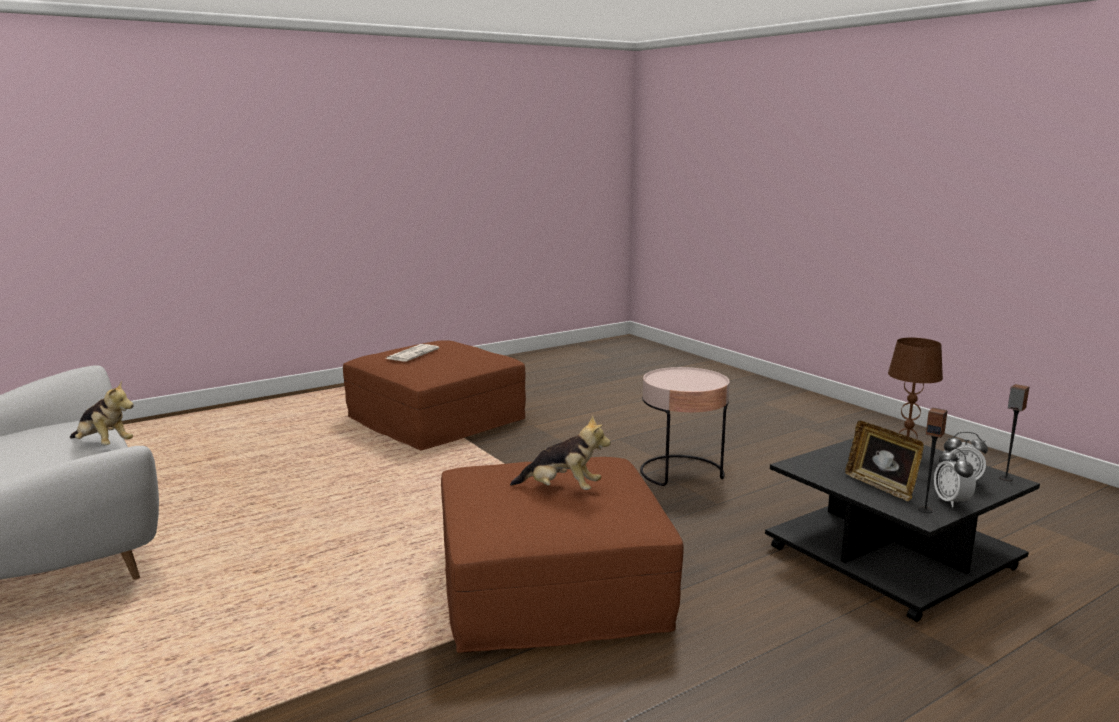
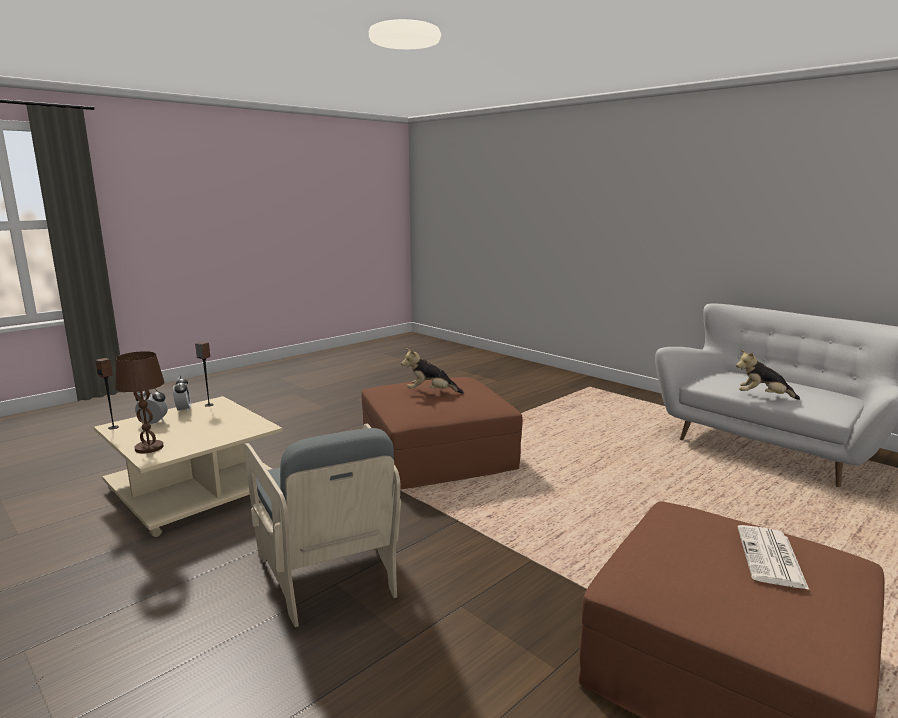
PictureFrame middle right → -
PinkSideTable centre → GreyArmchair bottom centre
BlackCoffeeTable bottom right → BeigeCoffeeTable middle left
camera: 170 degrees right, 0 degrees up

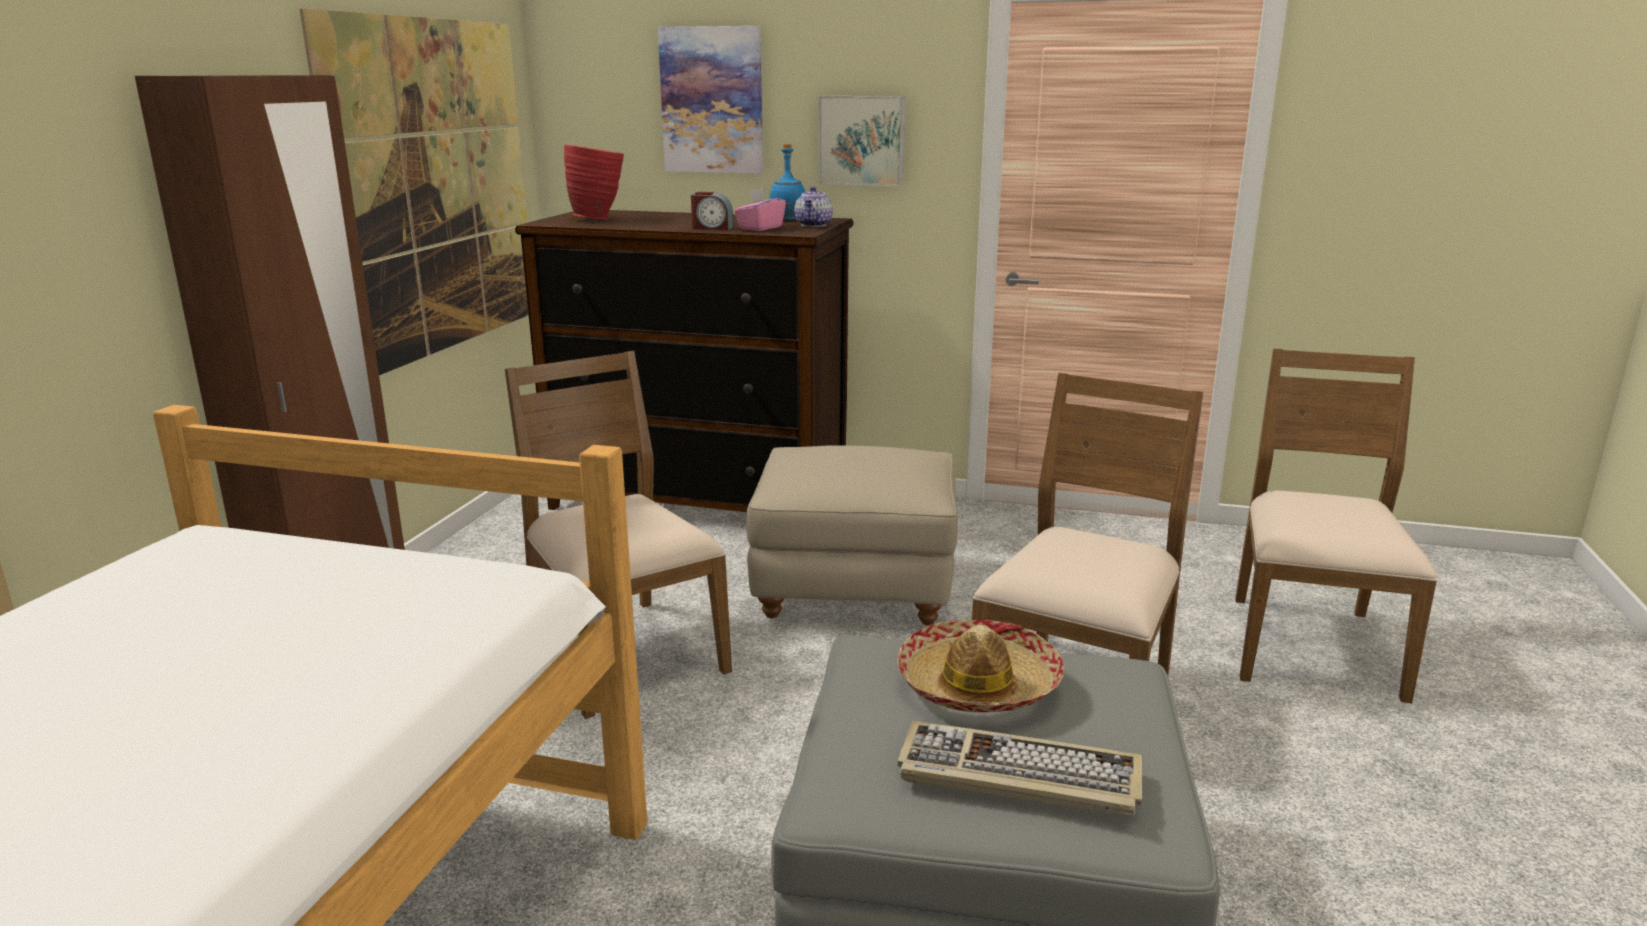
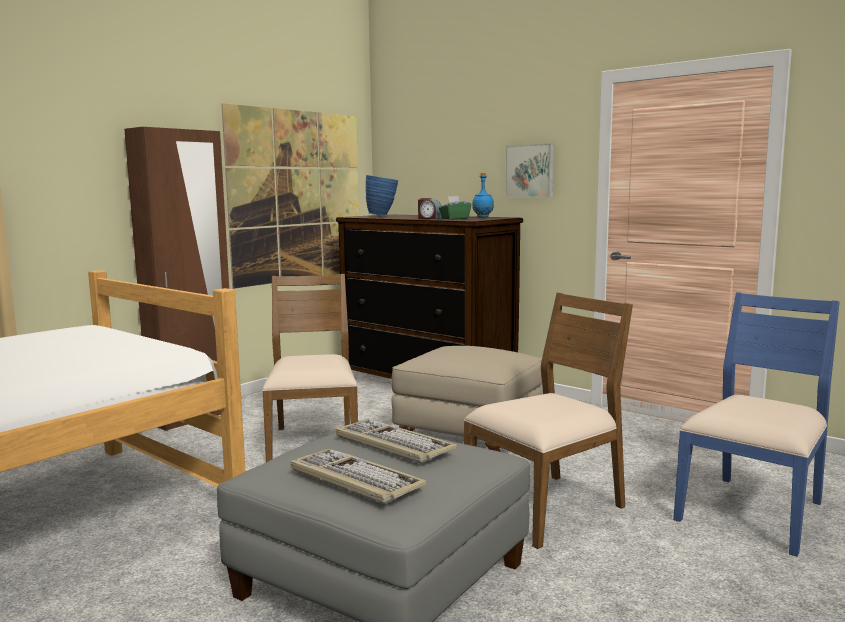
Picture (no. 2 from left) top centre → -
Teapot top centre → -
Hat bottom centre → Keyboard (no. 2 from left) bottom centre
RedVase top centre → BlueVase top centre
PinkTissueBox top centre → GreenTissueBox top centre
BrownChair (no. 3 from left) middle right → BlueChair bottom right
camera: 25 degrees right, 10 degrees down

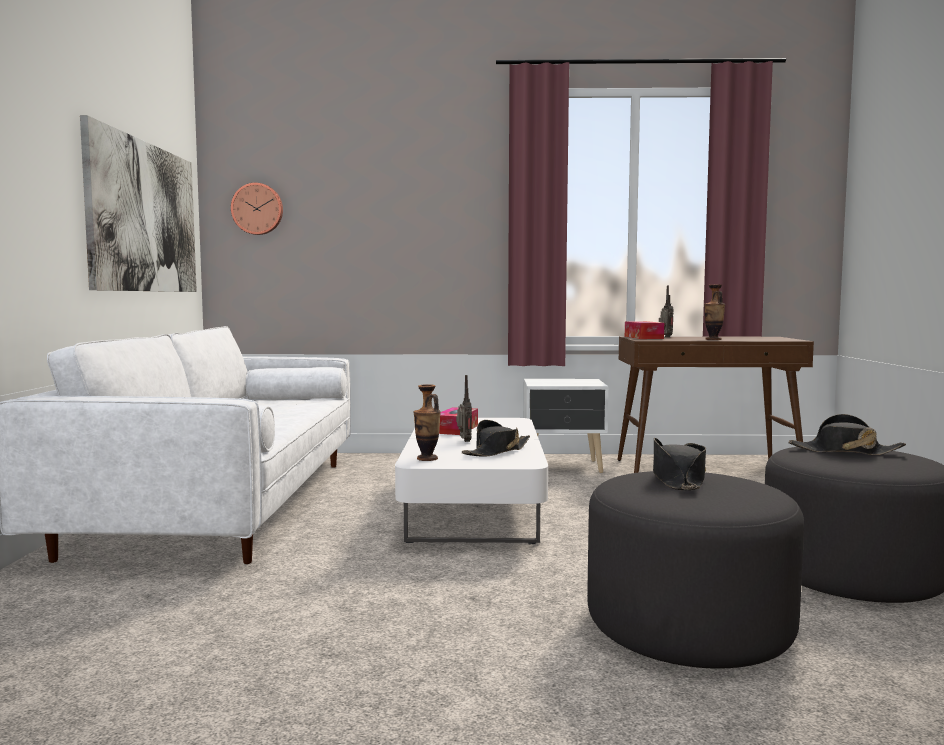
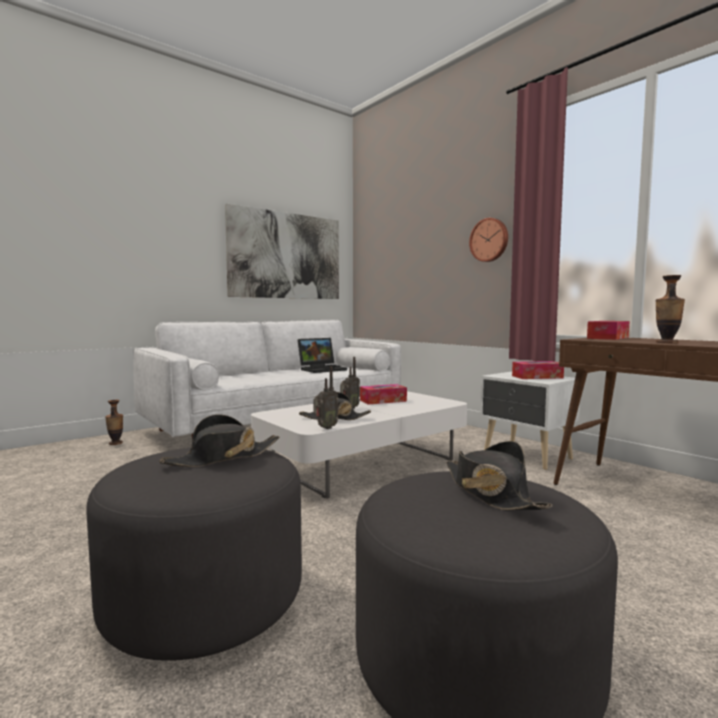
- → Laptop centre
- → TissueBox (no. 2 from left) middle right
WallClock top left → WallClock middle right, shifted
Vase (no. 1 from left) centre → Vase (no. 1 from left) middle left, shifted
Radio (no. 2 from left in the first image) middle right → Radio (no. 1 from left) centre, shifted
camera: 50 degrees right, 0 degrees up

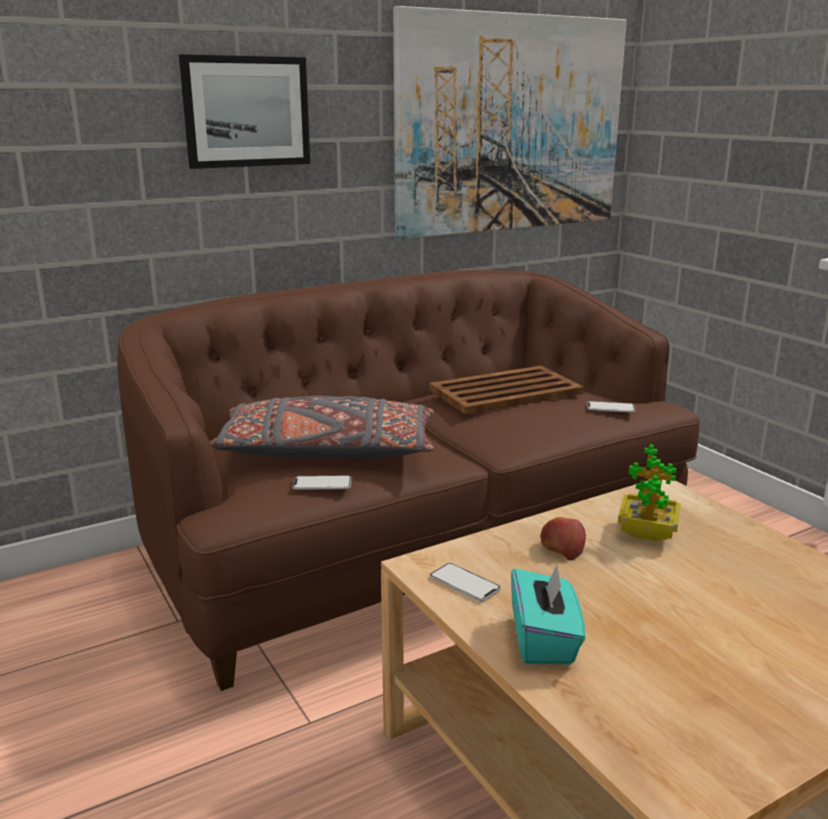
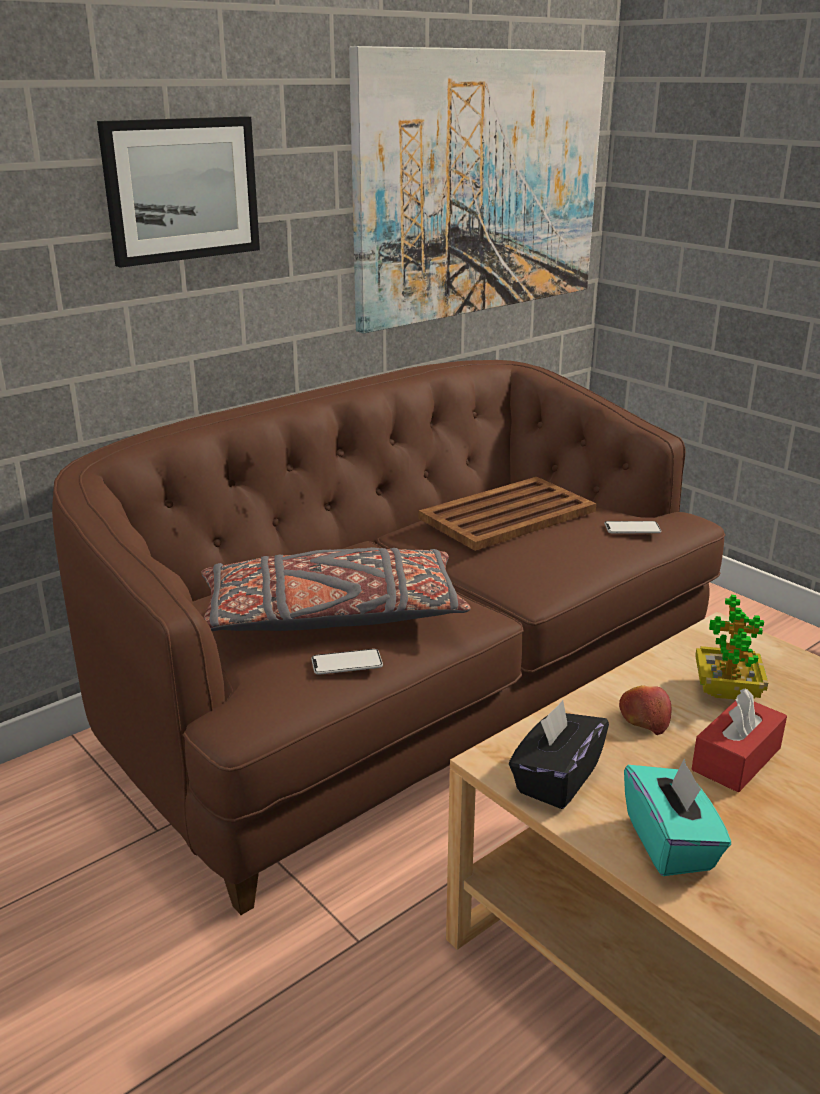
- → RedTissueBox bottom right
Phone (no. 2 from left) bottom centre → BlackTissueBox bottom right
camera: 10 degrees left, 5 degrees up

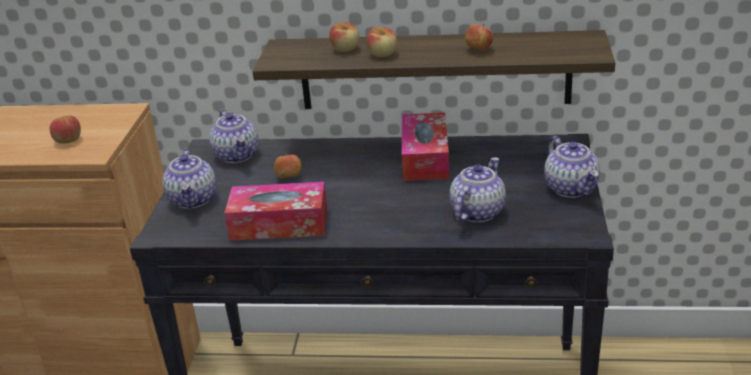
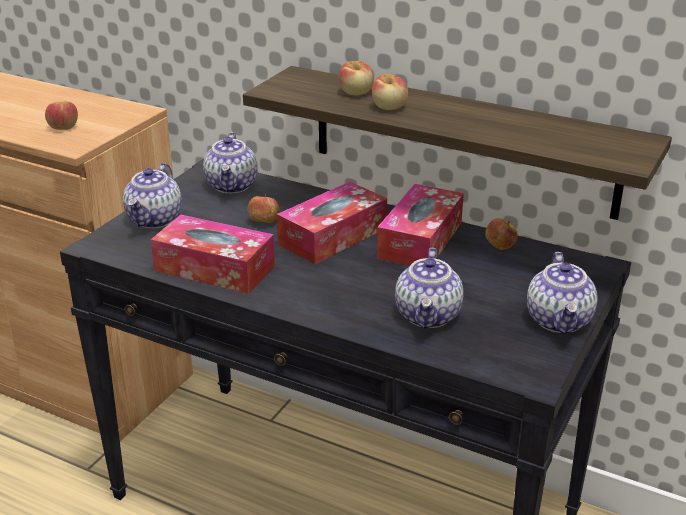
- → TissueBox (no. 2 from left) centre
Apple (no. 5 from left) top centre → Apple (no. 5 from left) middle right, shifted
Teapot (no. 3 from left) centre, 135 degrees clockwise
camera: 20 degrees right, 0 degrees up

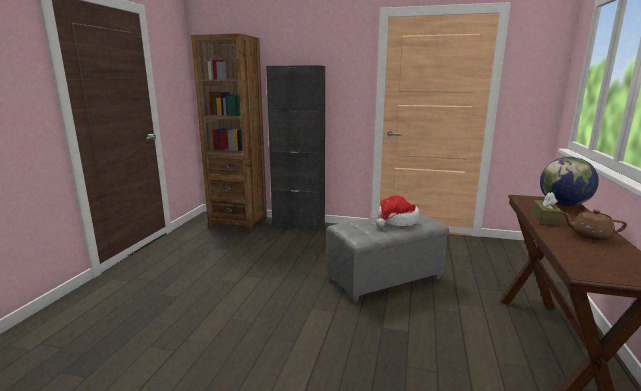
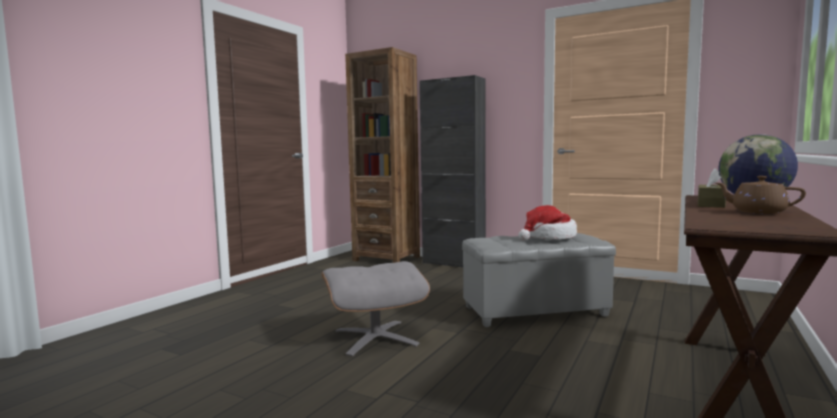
- → GreyOttoman (no. 1 from left) bottom centre
camera: 15 degrees right, 10 degrees down

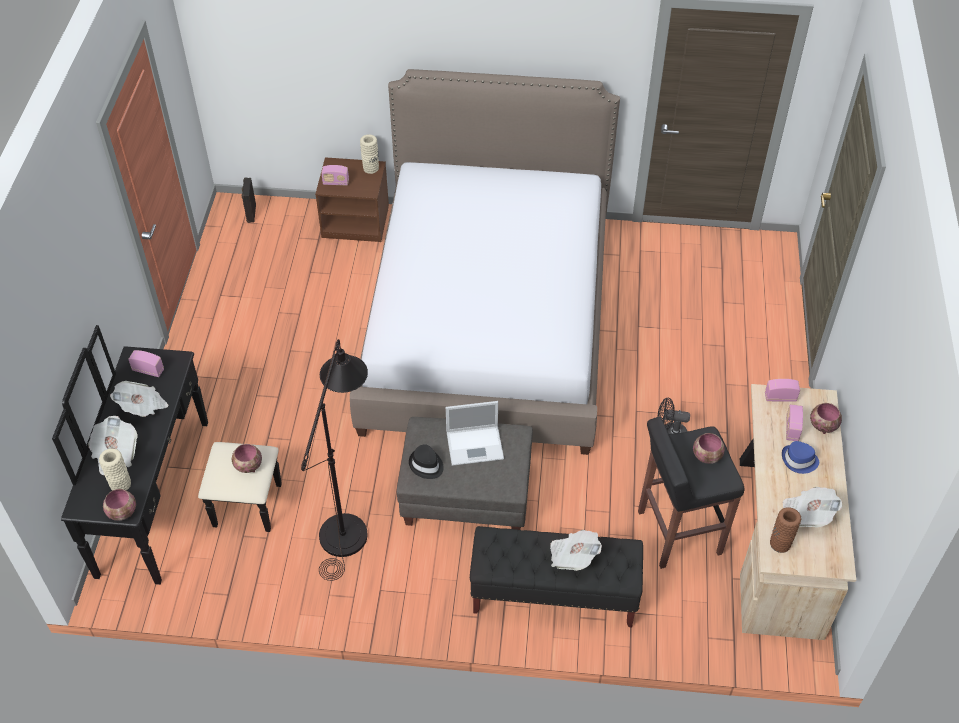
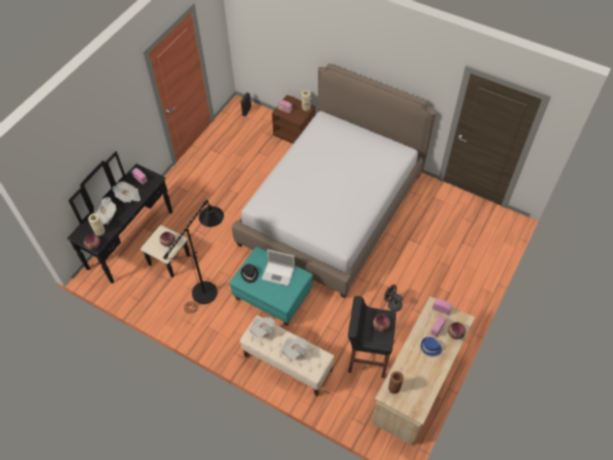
Newspaper (no. 4 from left in the first image) bottom right → Newspaper (no. 3 from left) bottom centre, shifted
GreyOttoman centre → TurquoiseOttoman centre
BlackBench bottom centre → BeigeBench bottom centre
camera: 25 degrees right, 5 degrees up

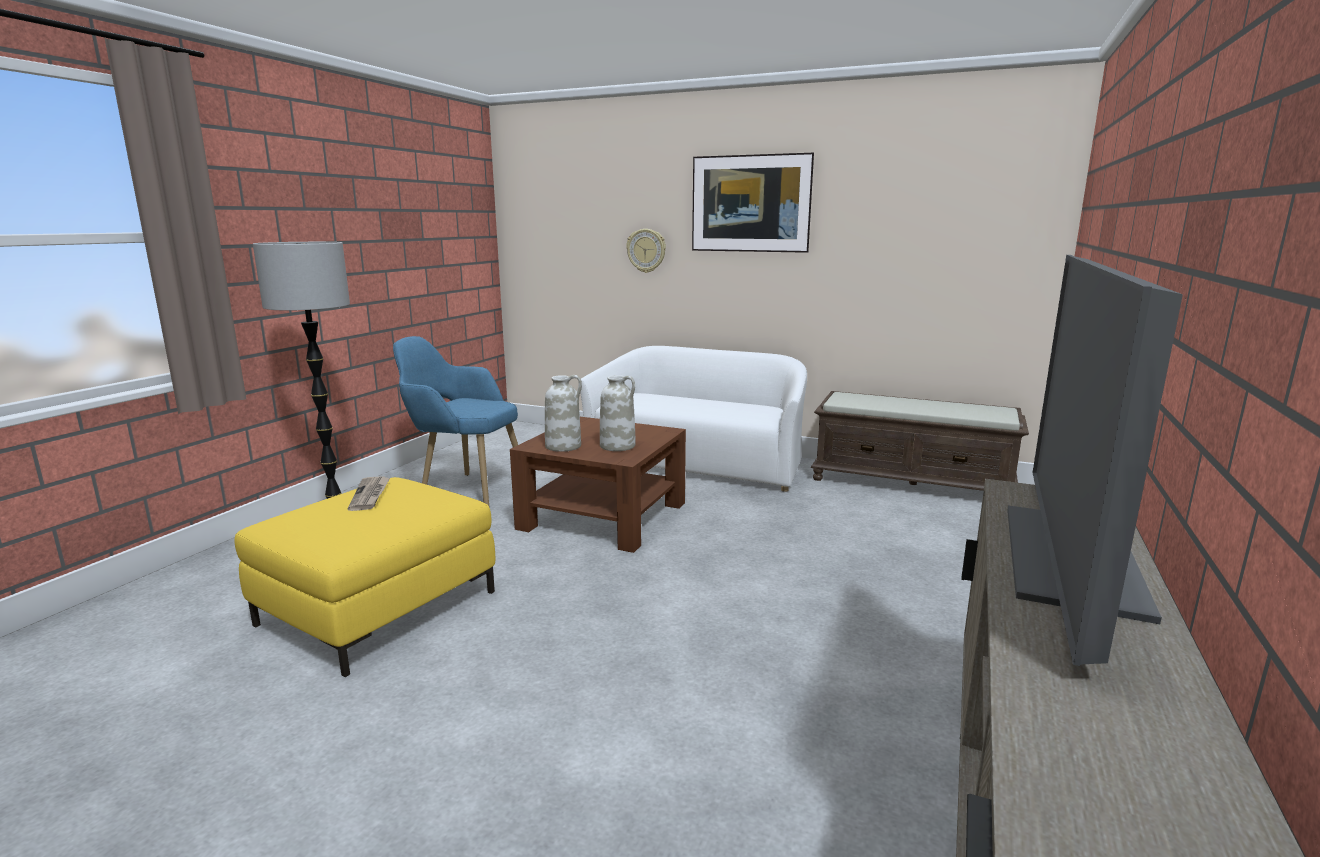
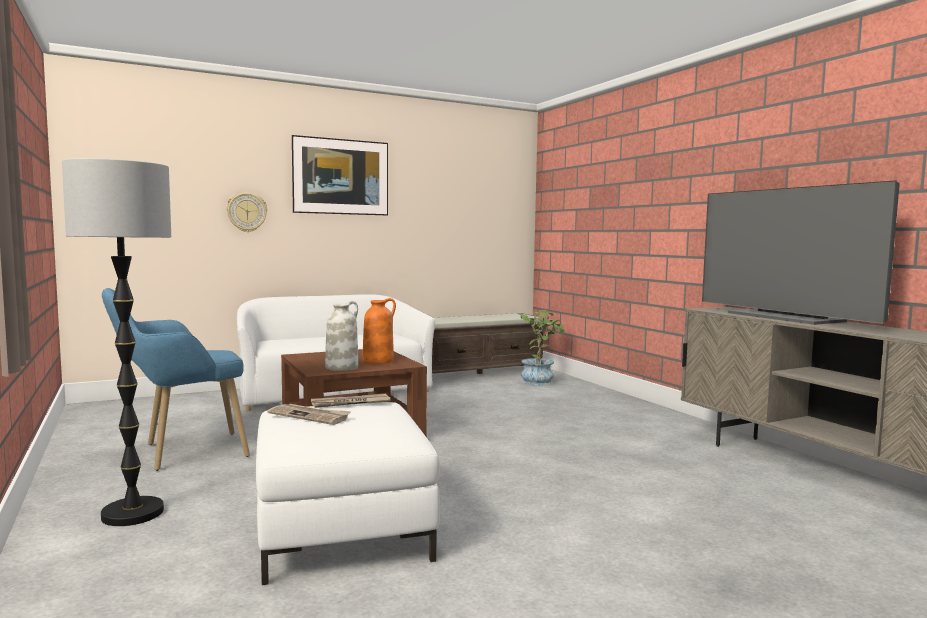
- → Newspaper (no. 2 from left) centre
- → PottedPlant centre
YellowOttoman bottom left → WhiteOttoman bottom centre
WhiteVase (no. 2 from left) centre → OrangeVase centre
camera: 50 degrees left, 10 degrees down

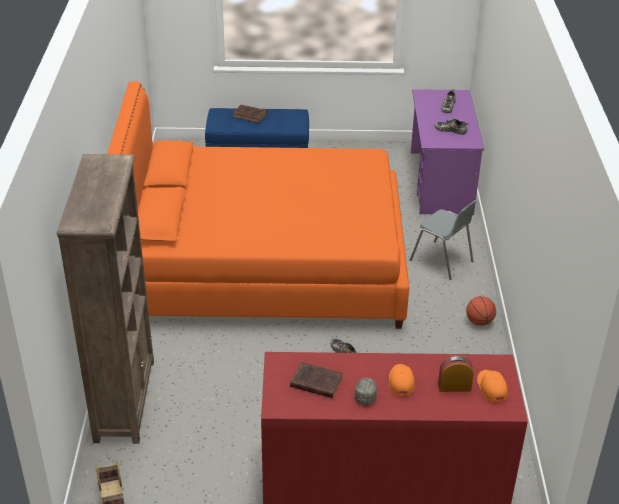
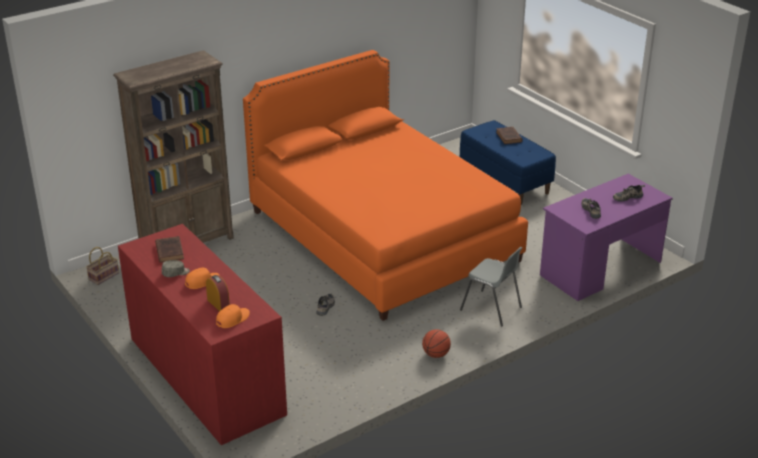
GreyChair middle right → GreyChair centre, 60 degrees counterclockwise
camera: 55 degrees right, 5 degrees down

